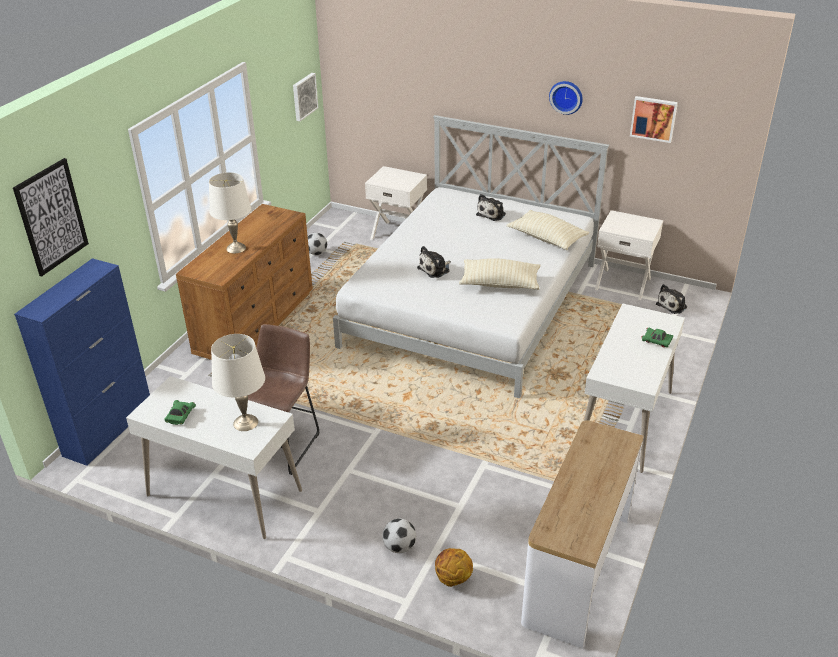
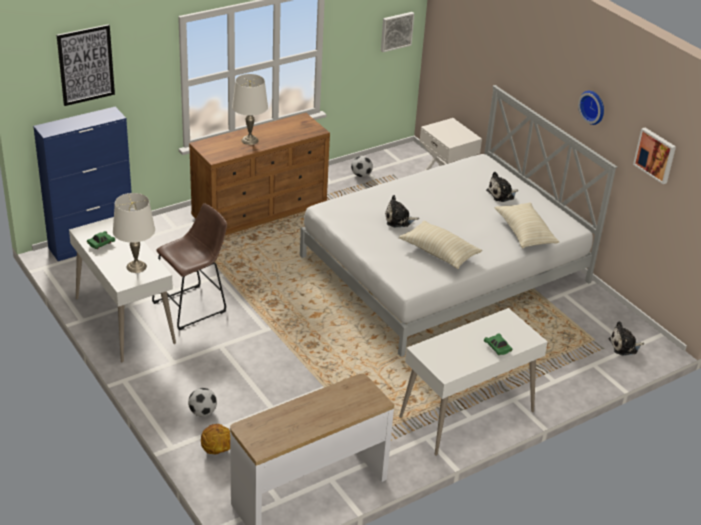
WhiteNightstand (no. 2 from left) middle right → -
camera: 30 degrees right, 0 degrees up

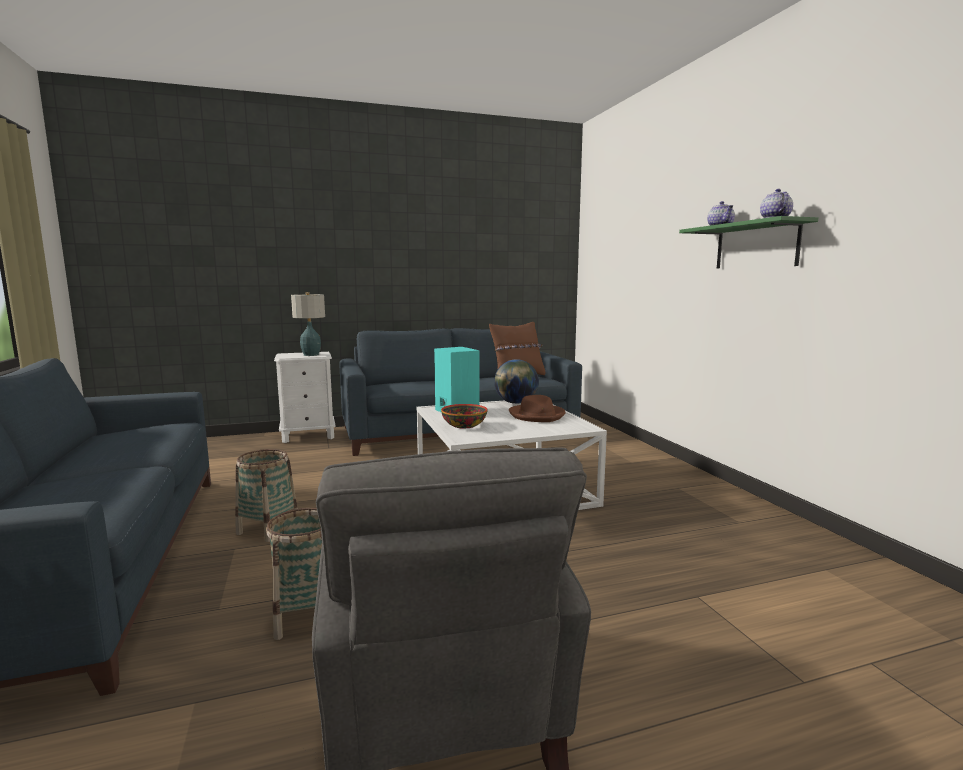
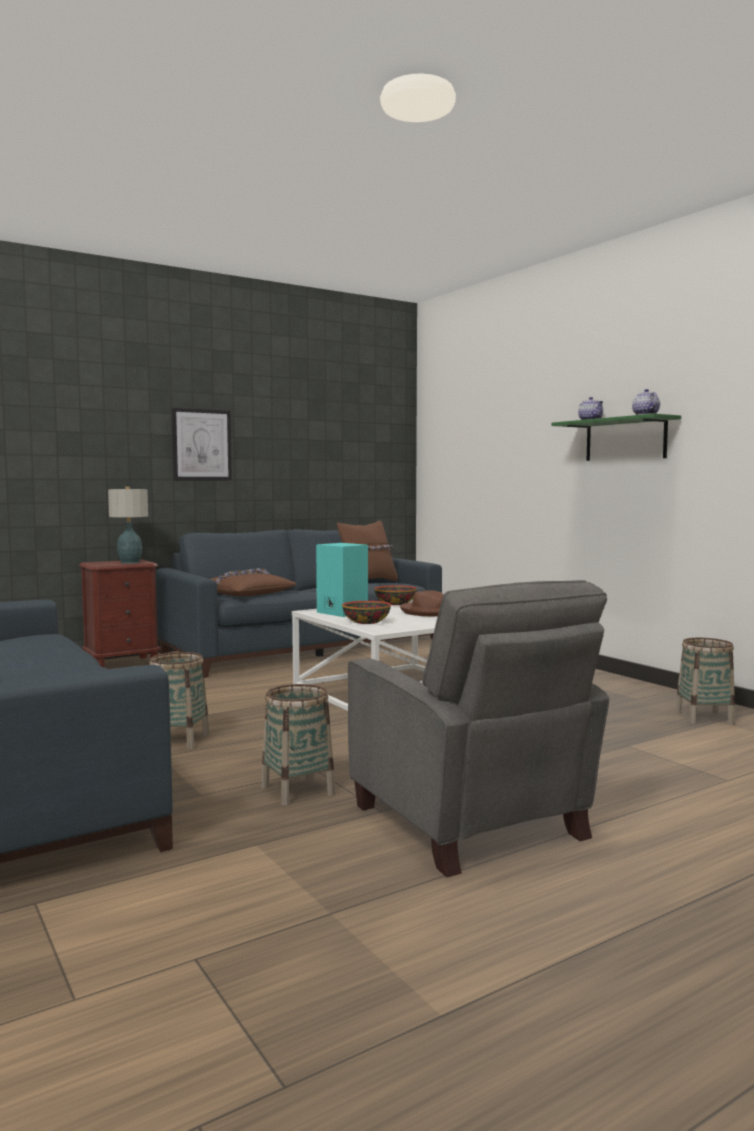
- → Picture middle left
- → BrownPillow (no. 1 from left) centre
- → Basket (no. 3 from left) middle right
Globe centre → Bowl (no. 2 from left) centre
WhiteNightstand middle left → BrownNightstand middle left
camera: 15 degrees left, 5 degrees down

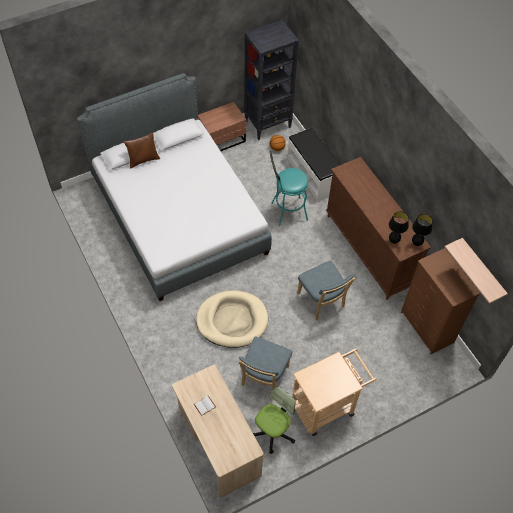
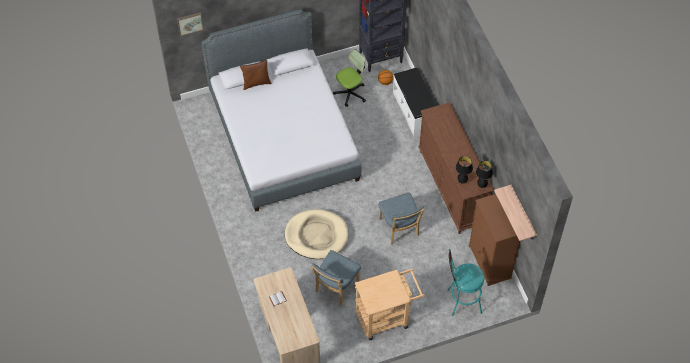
BrownNightstand top centre → -
- → Picture top left
OfficeChair bottom centre → OfficeChair top centre, shifted
TurquoiseStool centre → TurquoiseStool bottom right, shifted
camera: 10 degrees right, 0 degrees up

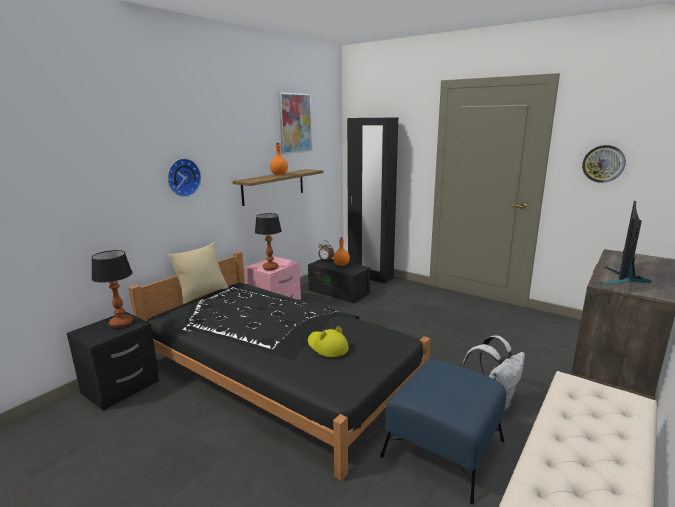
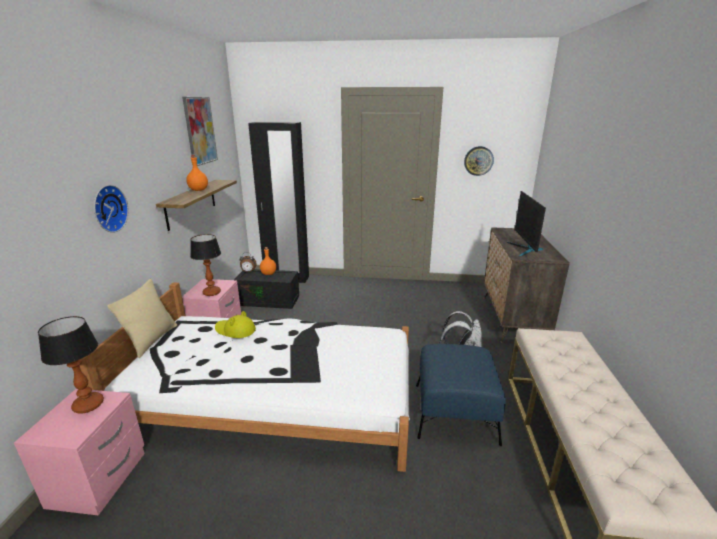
YellowHat bottom centre → YellowHat middle left, shifted
BlackNightstand bottom left → PinkNightstand (no. 1 from left) bottom left
BlackBed bottom centre → WhiteBed bottom centre
camera: 30 degrees left, 5 degrees up

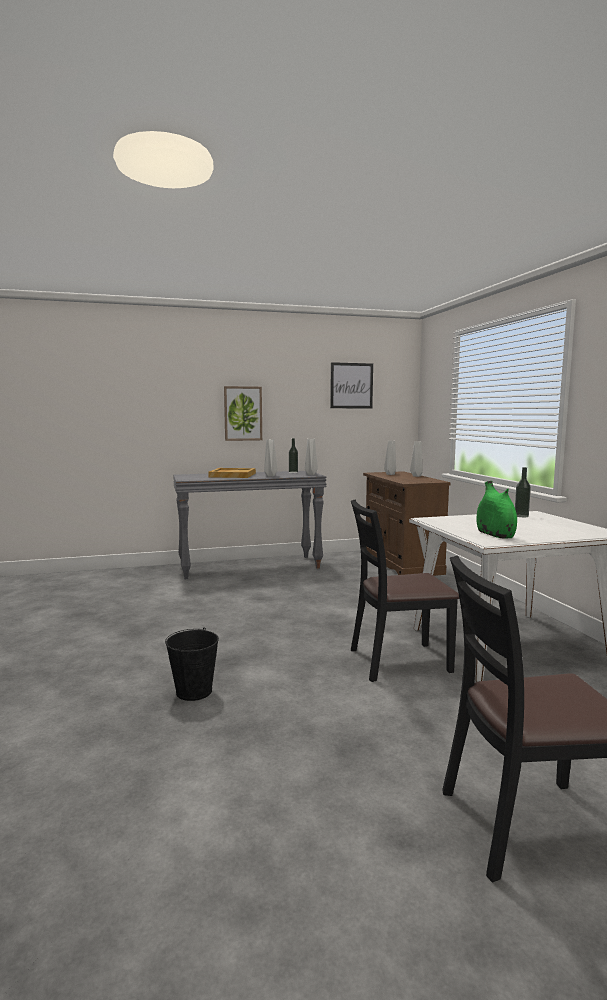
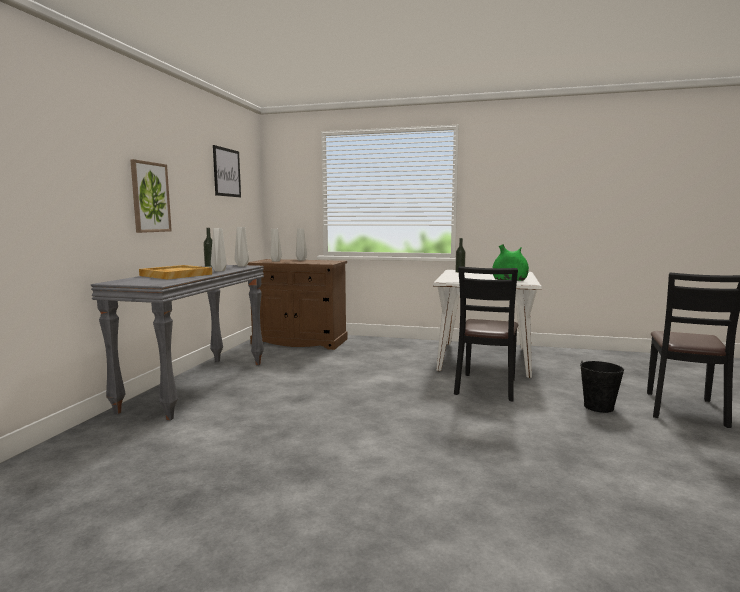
BlackBucket middle left → BlackBucket middle right, shifted
camera: 60 degrees left, 0 degrees up

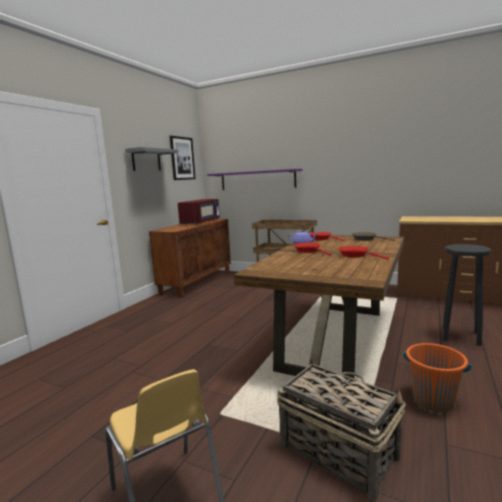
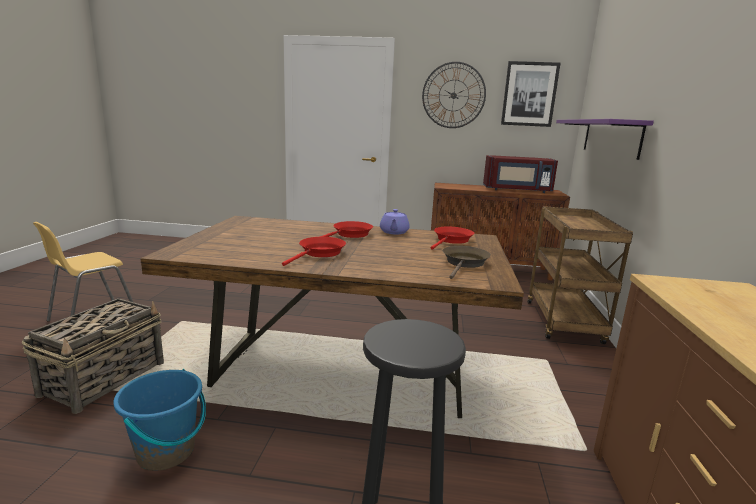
GreyShelf top left → WallClock top centre
OrangeBucket bottom right → BlueBucket bottom left
camera: 70 degrees right, 5 degrees up

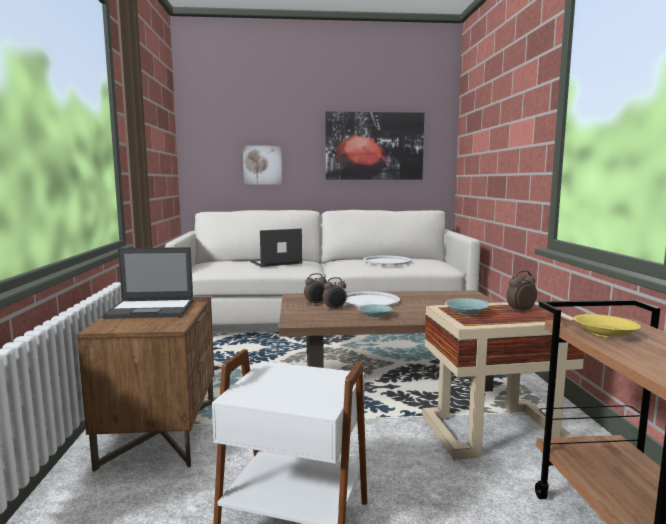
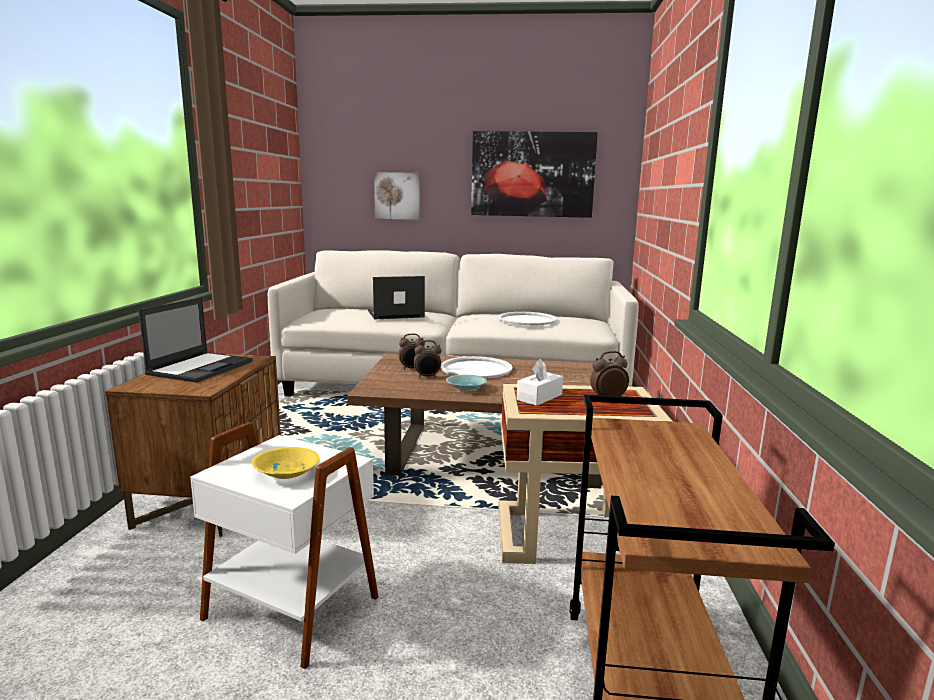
YellowBowl middle right → YellowBowl middle left, shifted
TurquoiseBowl (no. 2 from left) middle right → WhiteTissueBox centre
Laptop (no. 1 from left) middle left, 75 degrees counterclockwise
camera: 10 degrees right, 5 degrees up

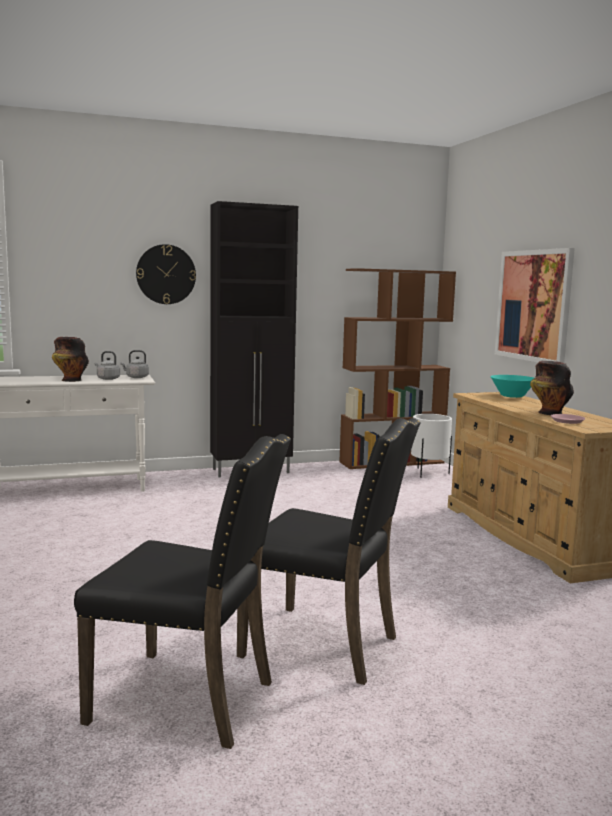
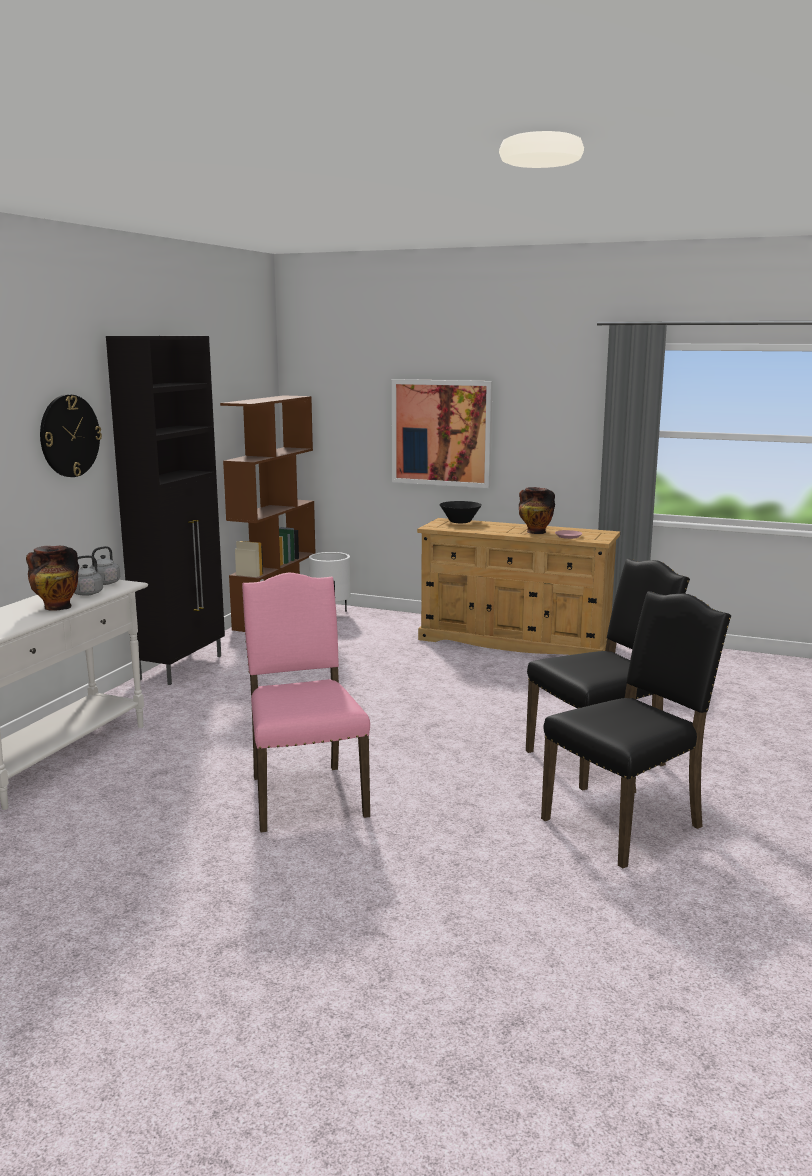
- → PinkChair centre
TurquoiseBowl middle right → BlackBowl centre
camera: 50 degrees left, 5 degrees up

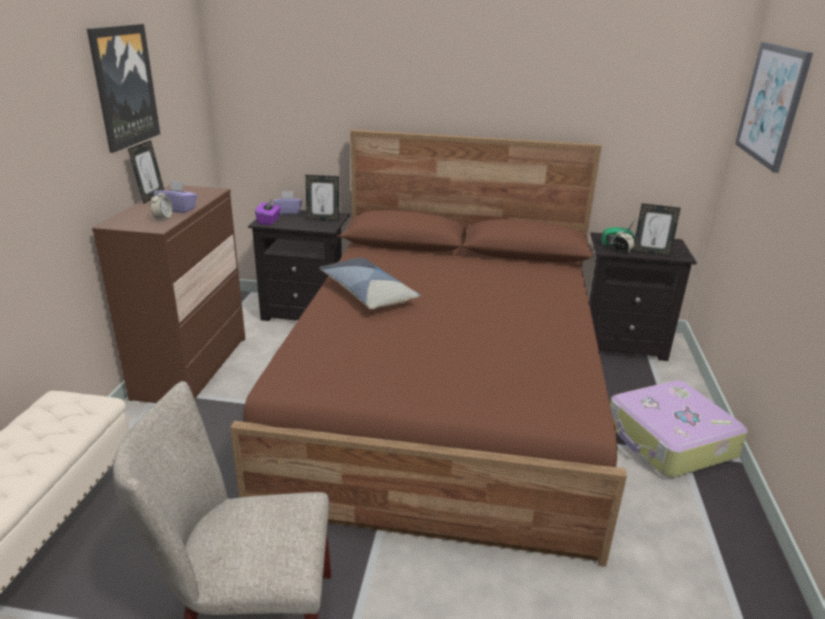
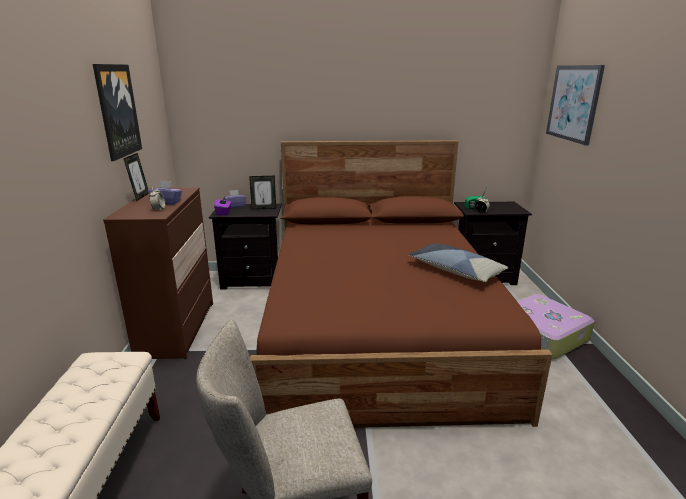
PictureFrame (no. 3 from left) middle right → -
Pillow centre → Pillow middle right, shifted
camera: 10 degrees left, 5 degrees down

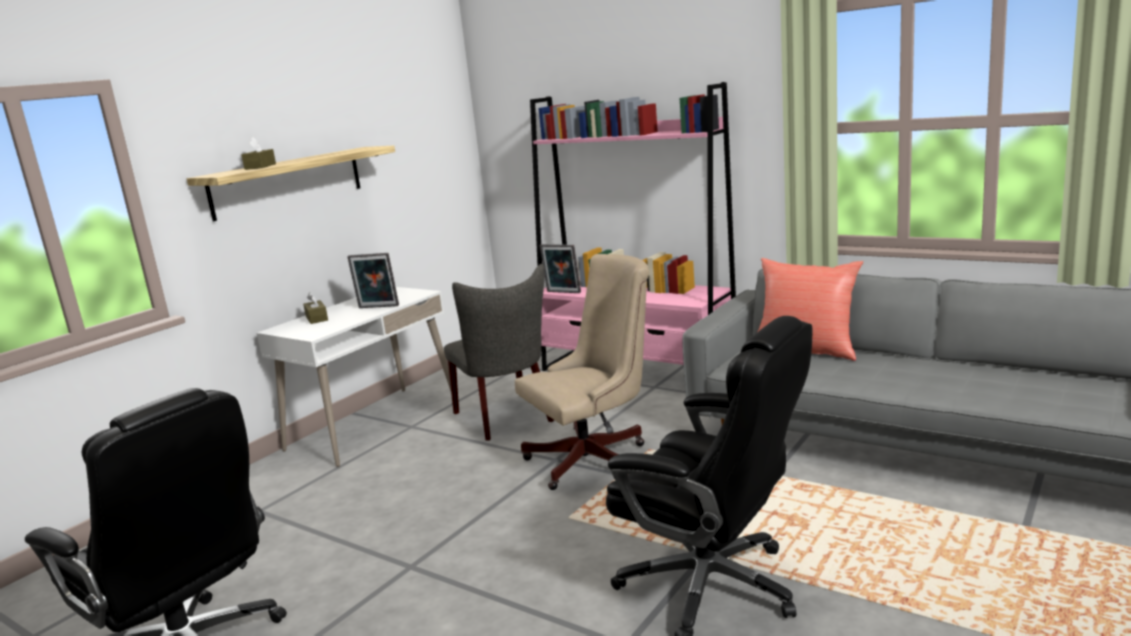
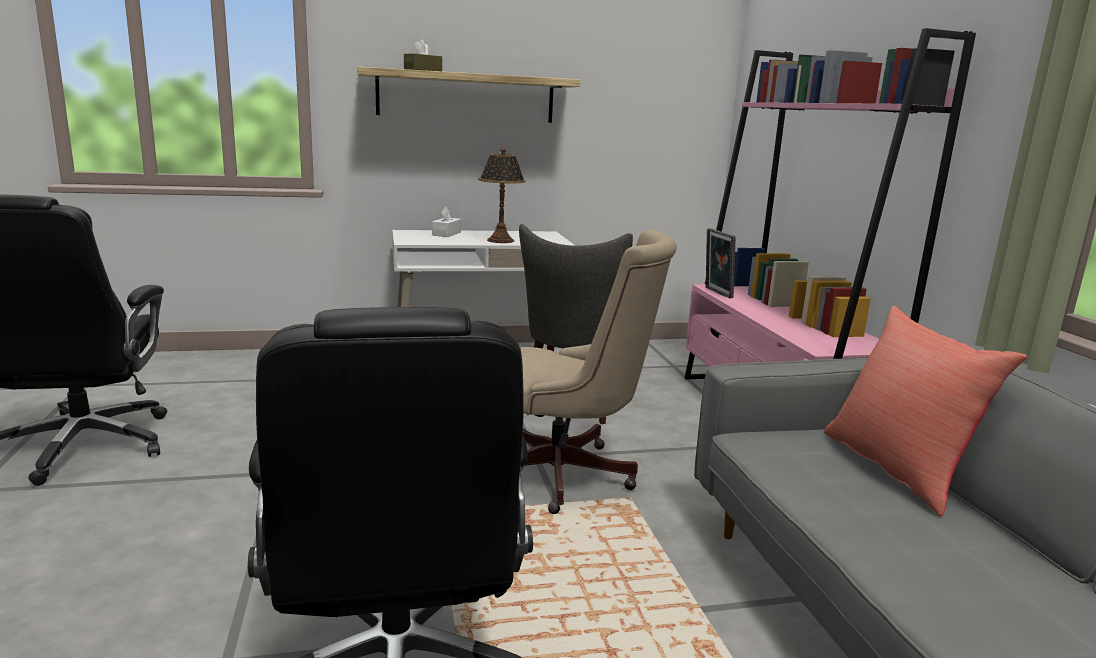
PictureFrame (no. 1 from left) middle left → TableLamp top centre
BrownTissueBox (no. 2 from left) middle left → WhiteTissueBox centre
camera: 40 degrees right, 0 degrees up

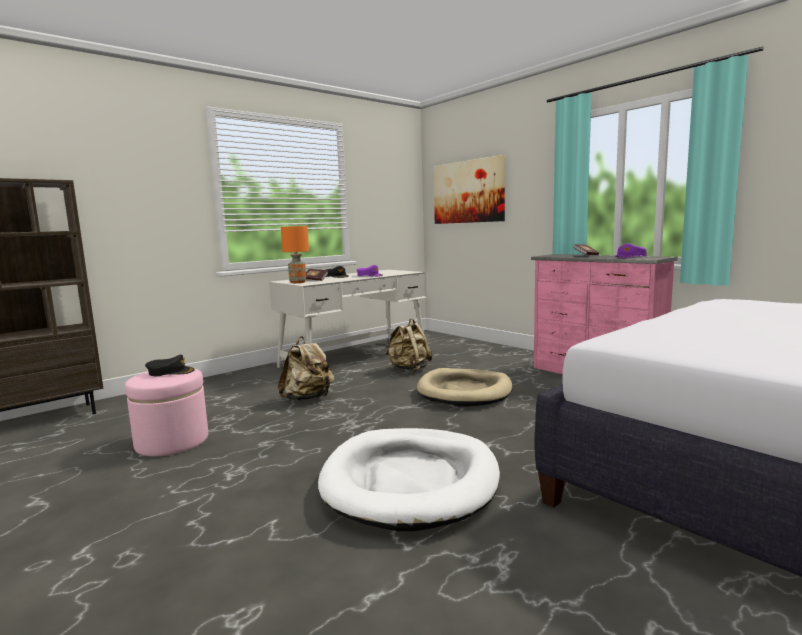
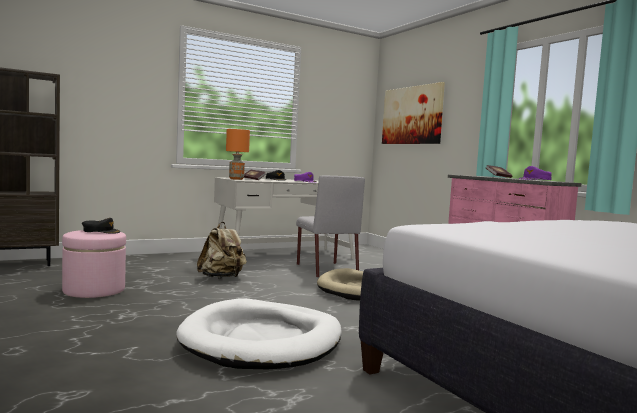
BeigeBackpack (no. 2 from left) centre → GreyChair centre
camera: 10 degrees right, 5 degrees down

